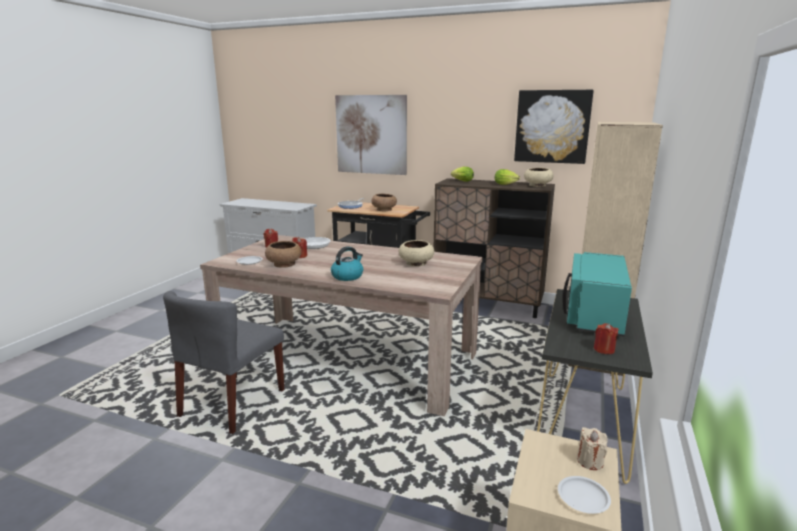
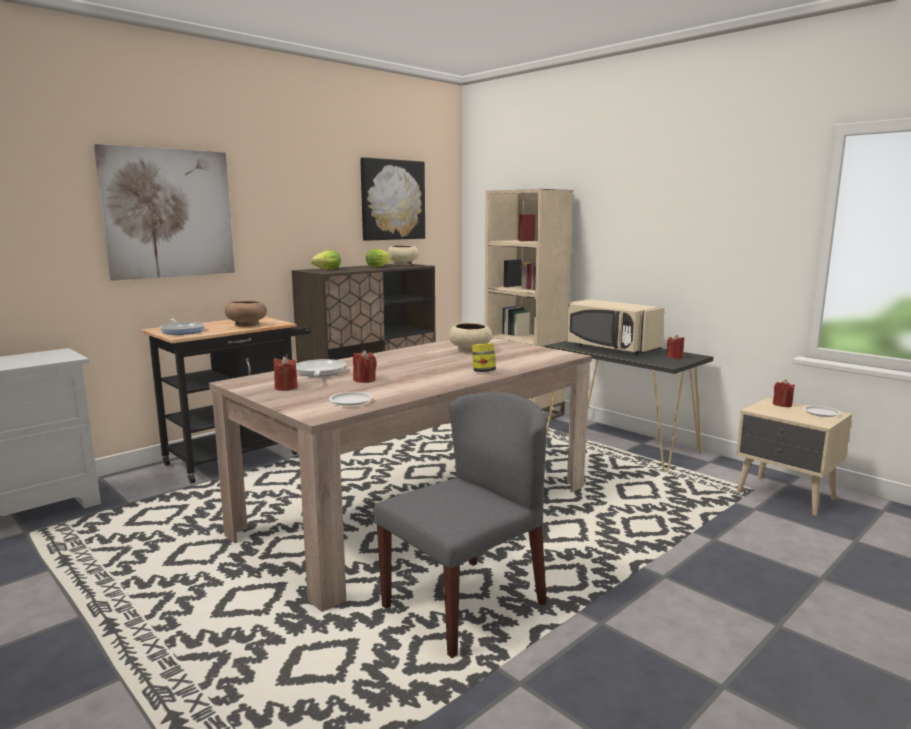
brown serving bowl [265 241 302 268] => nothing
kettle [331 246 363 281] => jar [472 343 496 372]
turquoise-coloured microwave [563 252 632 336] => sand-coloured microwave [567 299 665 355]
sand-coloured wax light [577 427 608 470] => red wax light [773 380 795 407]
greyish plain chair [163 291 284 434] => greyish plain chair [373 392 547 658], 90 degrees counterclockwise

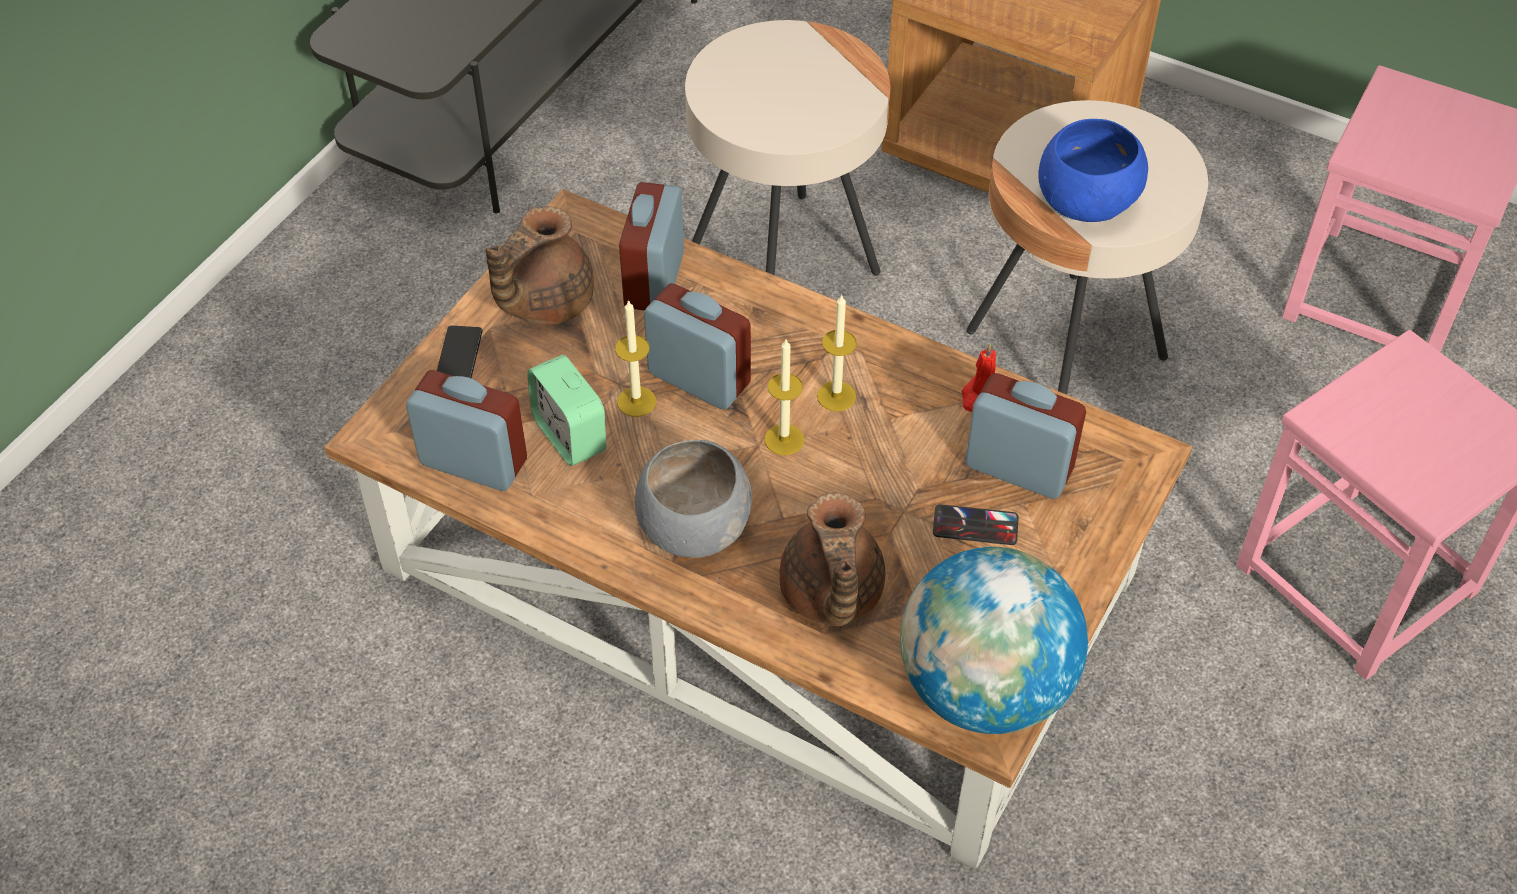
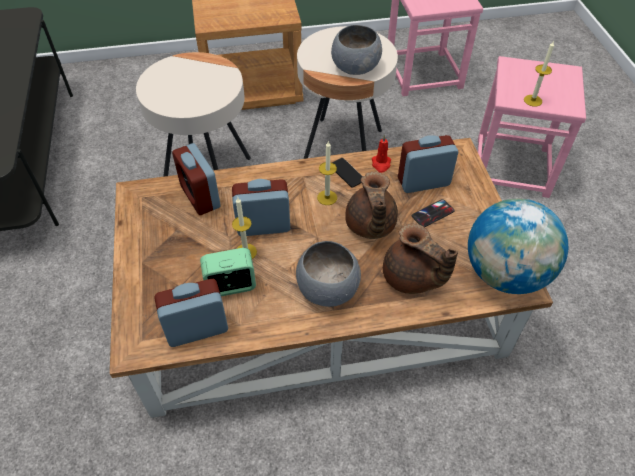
telephone [437 325 483 378] => telephone [332 158 362 188], shifted
brown teapot [486 206 594 325] => brown teapot [345 172 398 239], shifted
wax light [764 339 804 455] => wax light [524 40 554 107], shifted
blue serving bowl [1038 119 1148 222] => greyish serving bowl [331 25 382 75]
alarm clock [527 355 606 466] => alarm clock [200 248 256 296], 150 degrees clockwise

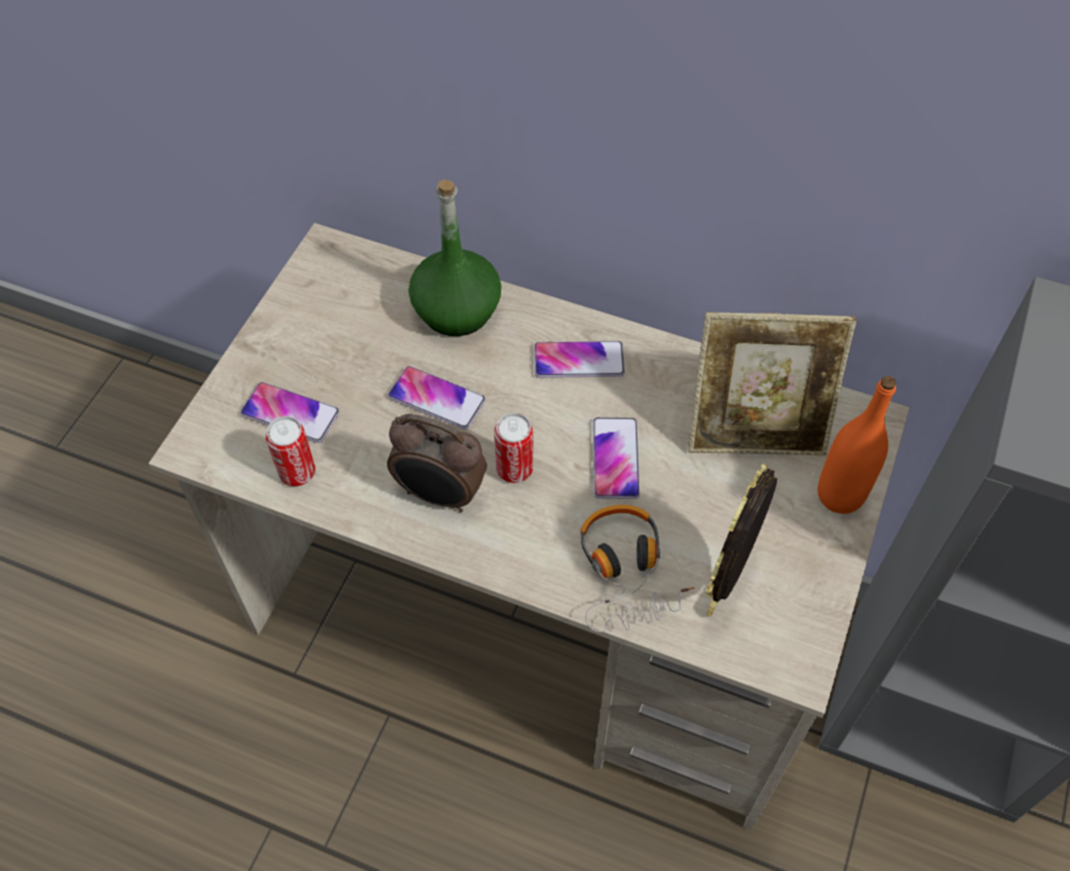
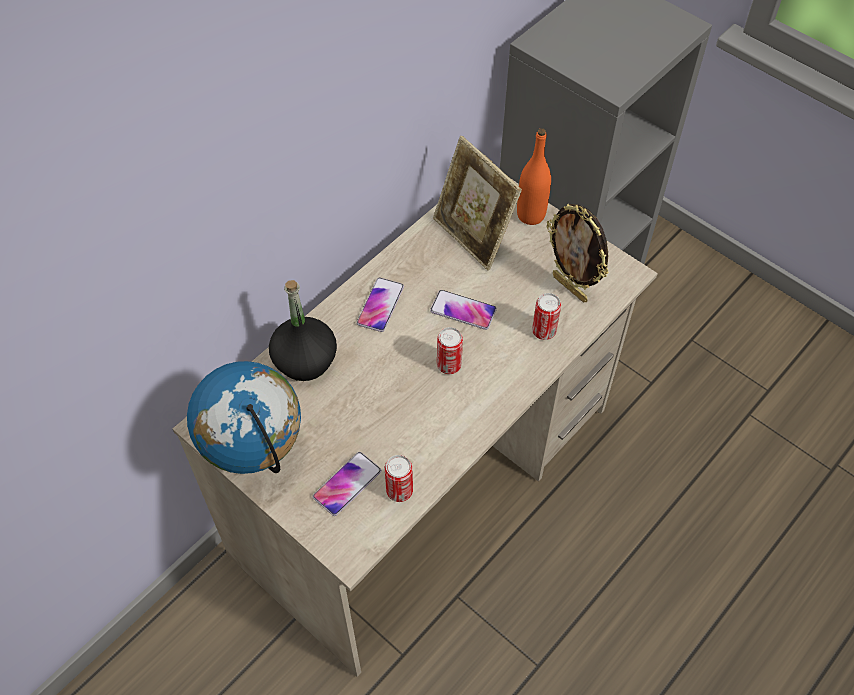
alarm clock [387 414 487 512] => nothing
telephone [388 366 486 429] => nothing
nothing => world globe [187 361 301 474]
pair of headphones [580 505 695 632] => can [532 293 561 340]
greenish beverage bottle [409 180 501 336] => black-coloured beverage bottle [269 280 337 381]
picture frame [688 312 856 456] => picture frame [433 136 522 271], 120 degrees clockwise

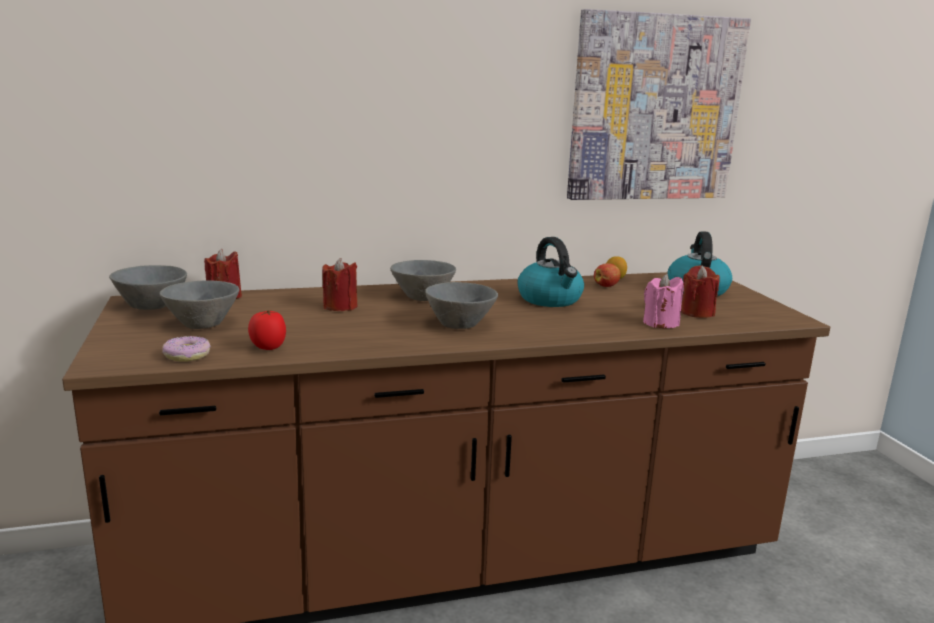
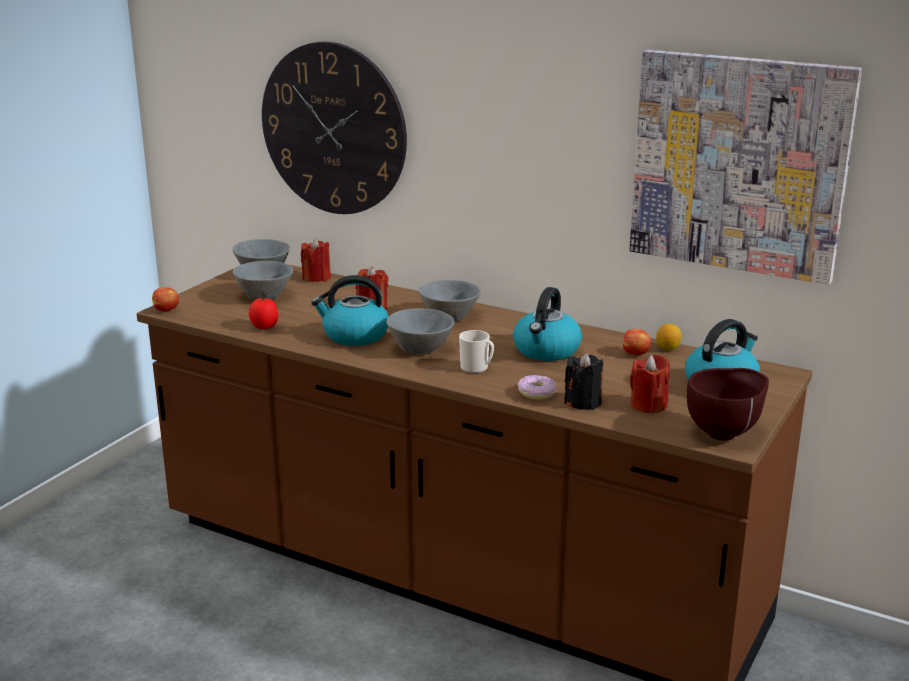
nothing => apple [152 287 179 311]
nothing => wall clock [262 42 407 214]
nothing => kettle [311 275 389 346]
nothing => mug [459 330 494 374]
nothing => brown serving bowl [687 368 769 441]
donut [162 336 211 362] => donut [518 375 557 400], shifted
pink wax light [643 274 683 328] => black-coloured wax light [564 353 603 410]

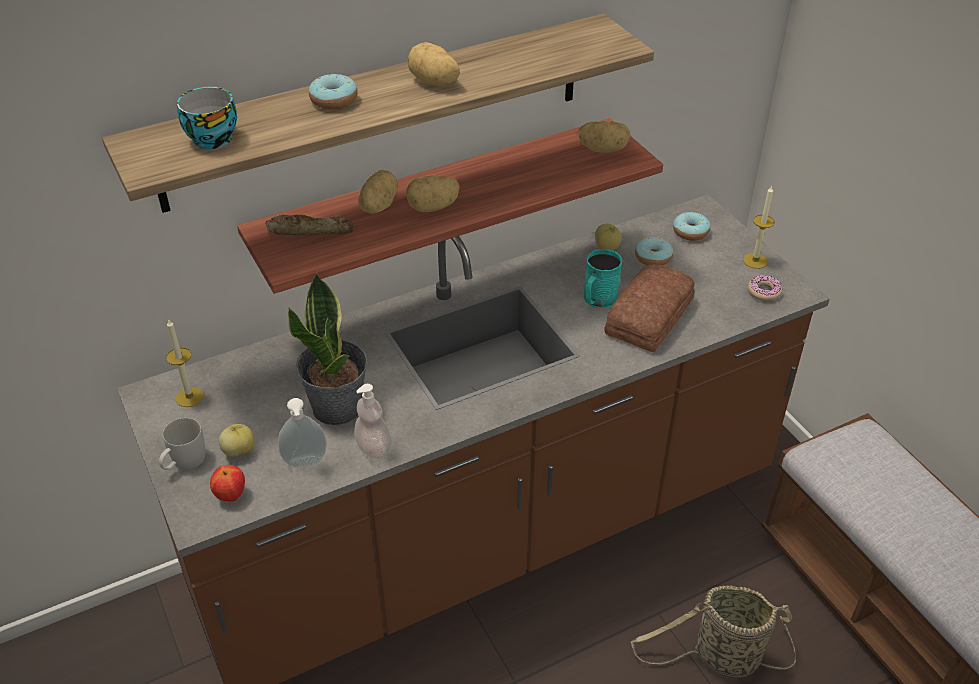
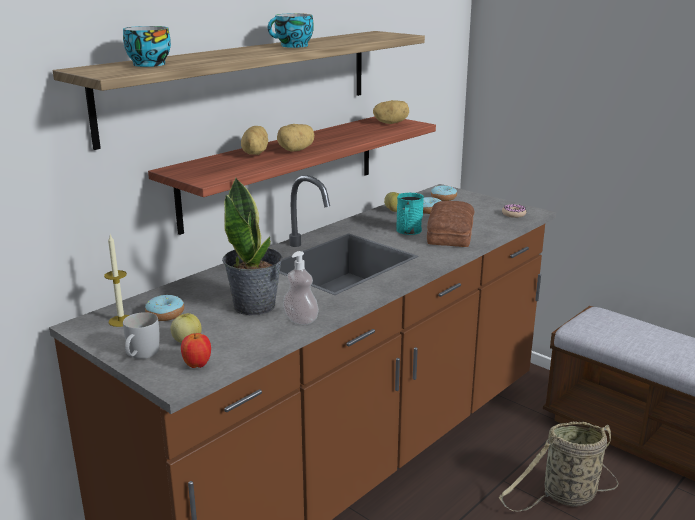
bread [265 214 354 235] => nothing
soap dispenser [278 398 327 467] => nothing
wax light [743 186 775 269] => nothing
donut [309 74 358 110] => donut [145 295 184 321], shifted
spud [407 42 460 86] => cup [268 13 314 48]

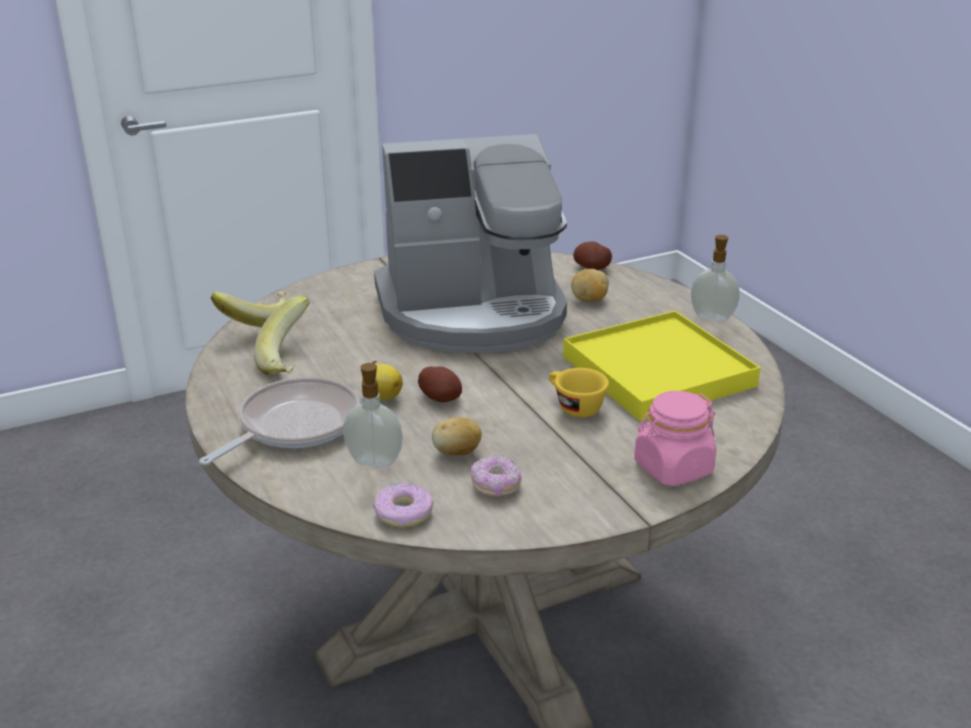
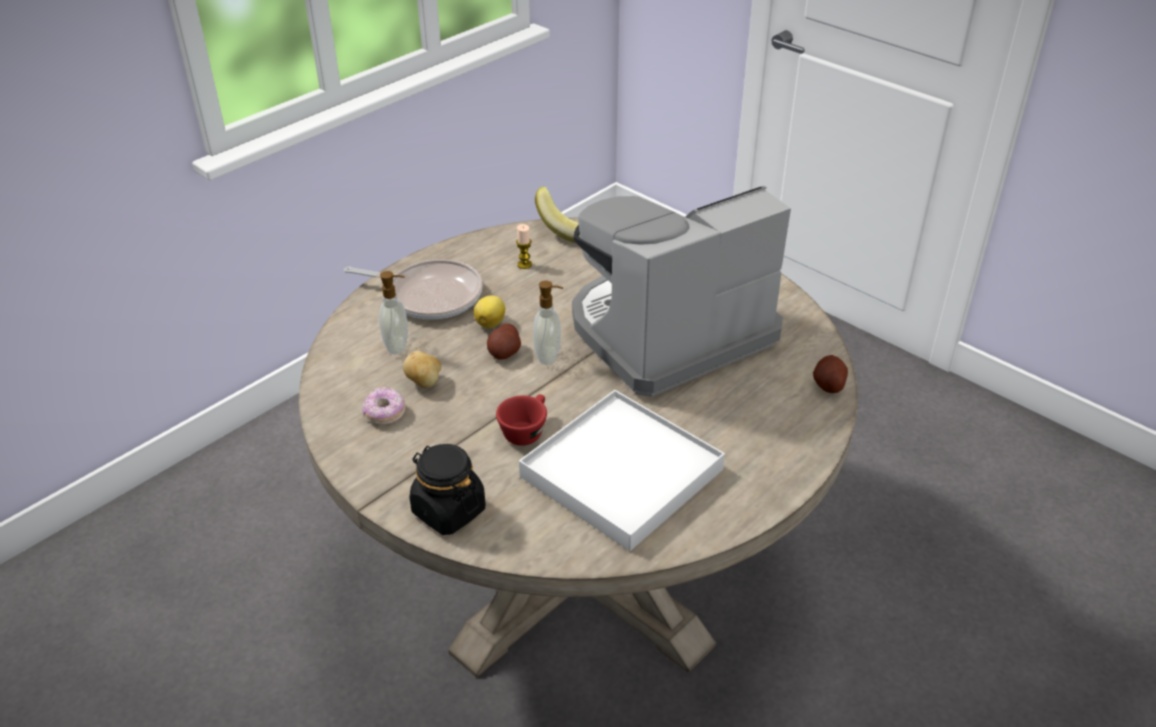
donut [373 483 434 527] => nothing
spud [571 269 609 302] => nothing
soap dispenser [691 235 740 322] => soap dispenser [533 281 563 365], shifted
banana [254 296 310 375] => wax light [516 224 532 269]
yellow cup [549 368 609 418] => red cup [496 394 547 446]
yellow serving tray [563 311 761 421] => whitish serving tray [519 390 725 551]
pink jar [634 391 716 486] => black-coloured jar [410 444 486 535]
coffee machine [374 134 567 353] => coffee machine [572 186 791 397], 90 degrees clockwise

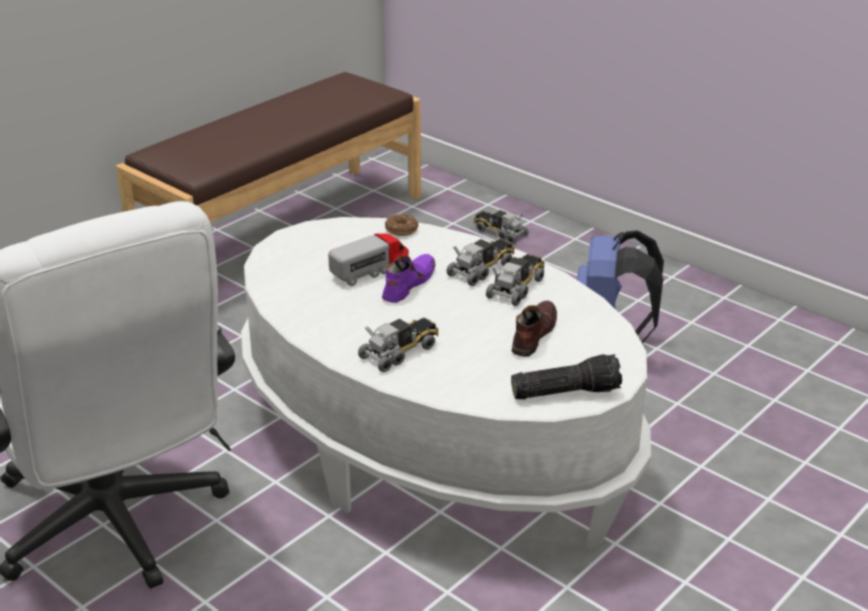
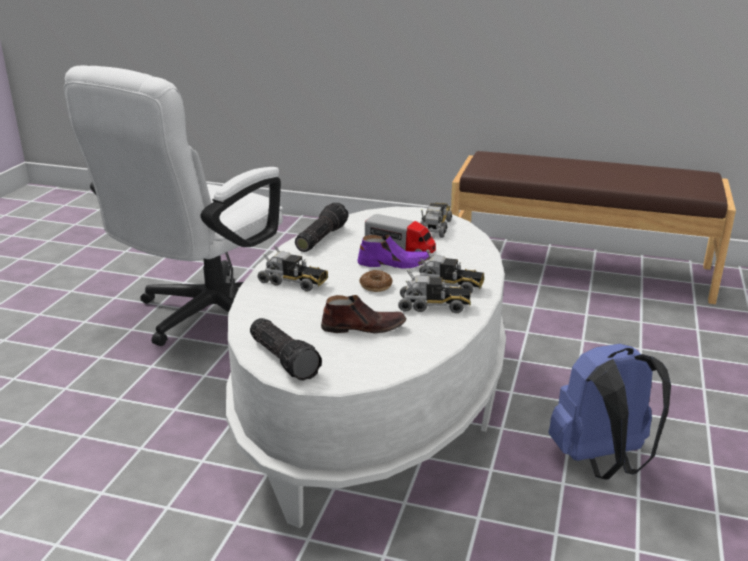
nothing => torch [295 203 349 252]
donut [385 214 418 236] => donut [359 270 393 292], shifted
toy truck [474 210 529 244] => toy truck [420 203 452 238], shifted

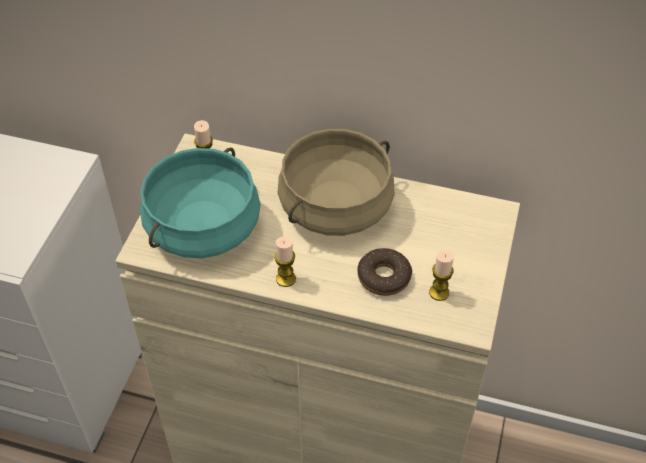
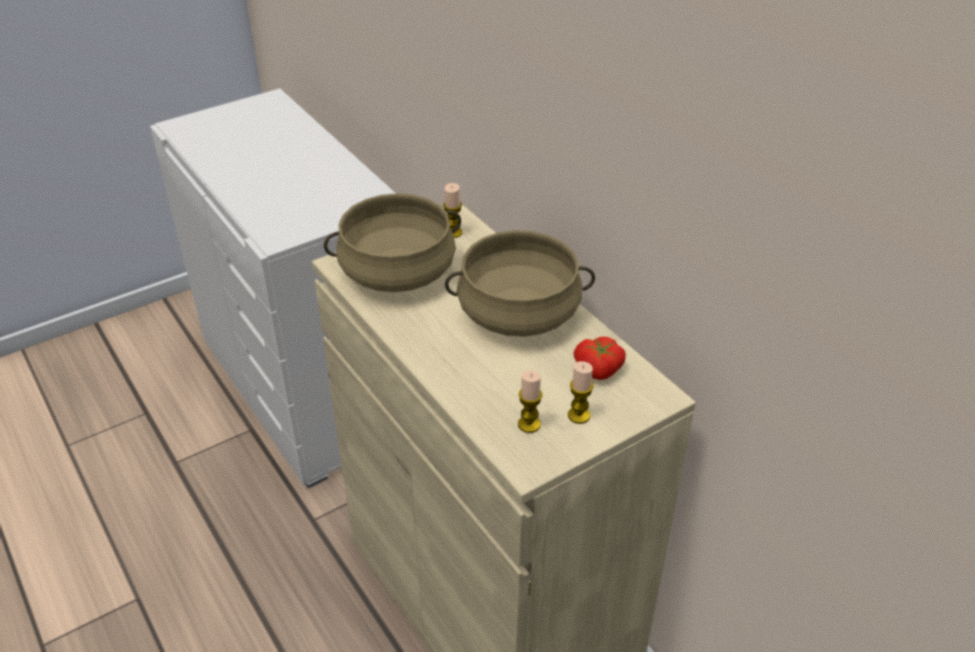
donut [357 248 412 296] => nothing
nothing => fresh tomato [573 337 626 380]
wax light [274 237 296 287] => wax light [568 361 593 424], shifted
turquoise-coloured cooking pot [140 148 261 258] => sand-coloured cooking pot [324 193 461 292]

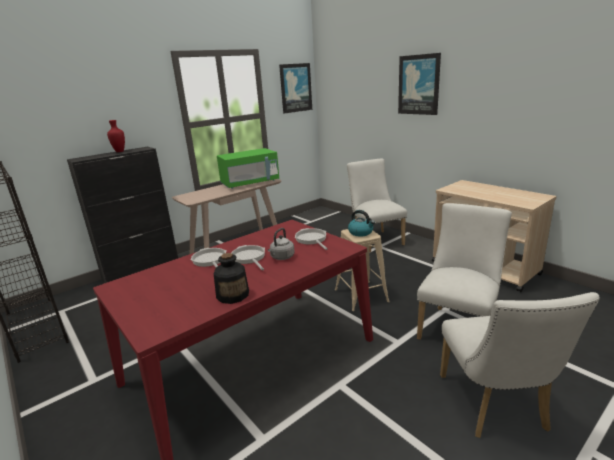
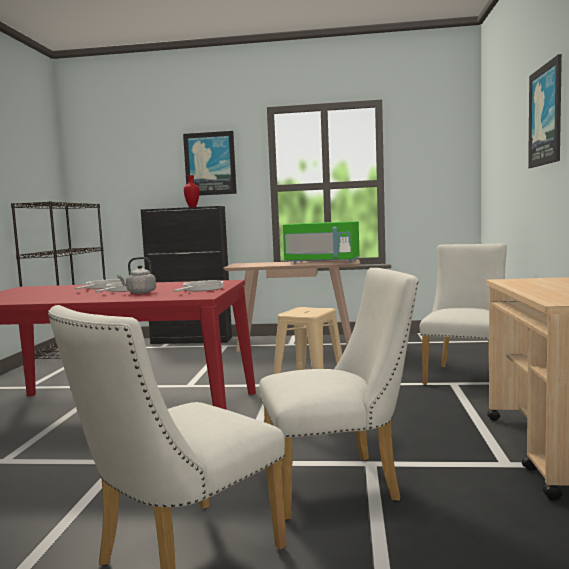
beverage bottle [214 253 249 304] => nothing
kettle [348 210 375 237] => nothing
picture [279 63 312 114] => picture [183 131 237 195], shifted

